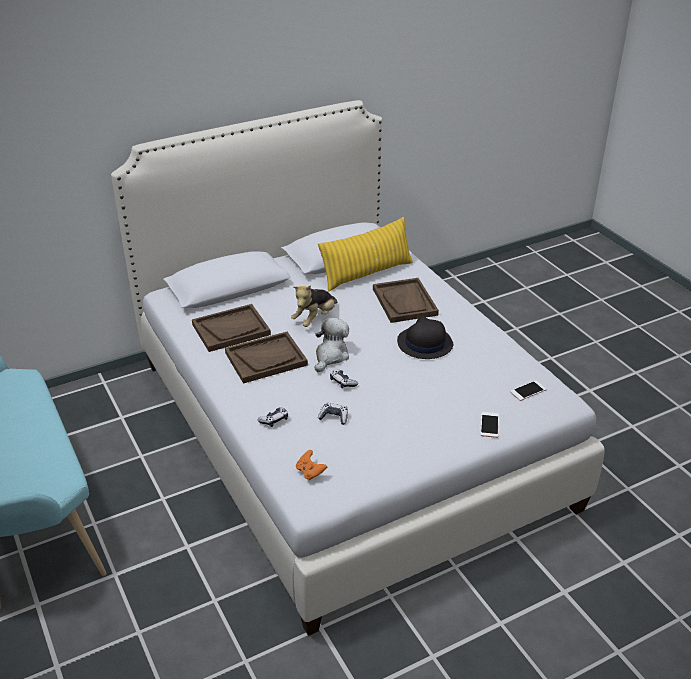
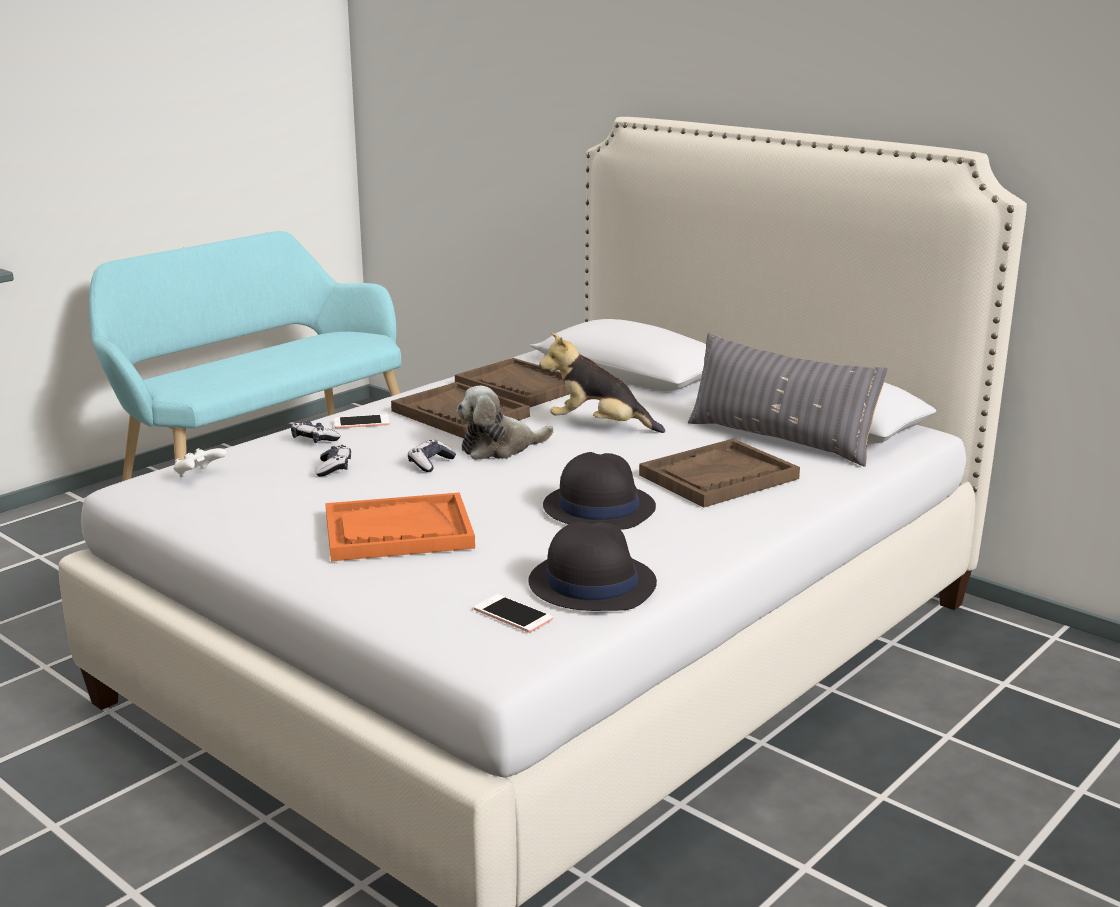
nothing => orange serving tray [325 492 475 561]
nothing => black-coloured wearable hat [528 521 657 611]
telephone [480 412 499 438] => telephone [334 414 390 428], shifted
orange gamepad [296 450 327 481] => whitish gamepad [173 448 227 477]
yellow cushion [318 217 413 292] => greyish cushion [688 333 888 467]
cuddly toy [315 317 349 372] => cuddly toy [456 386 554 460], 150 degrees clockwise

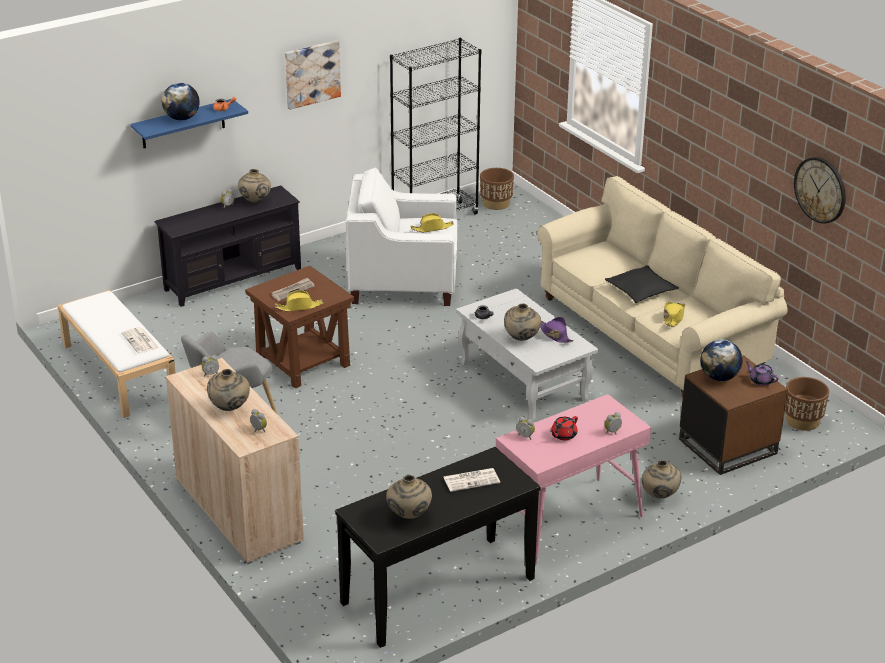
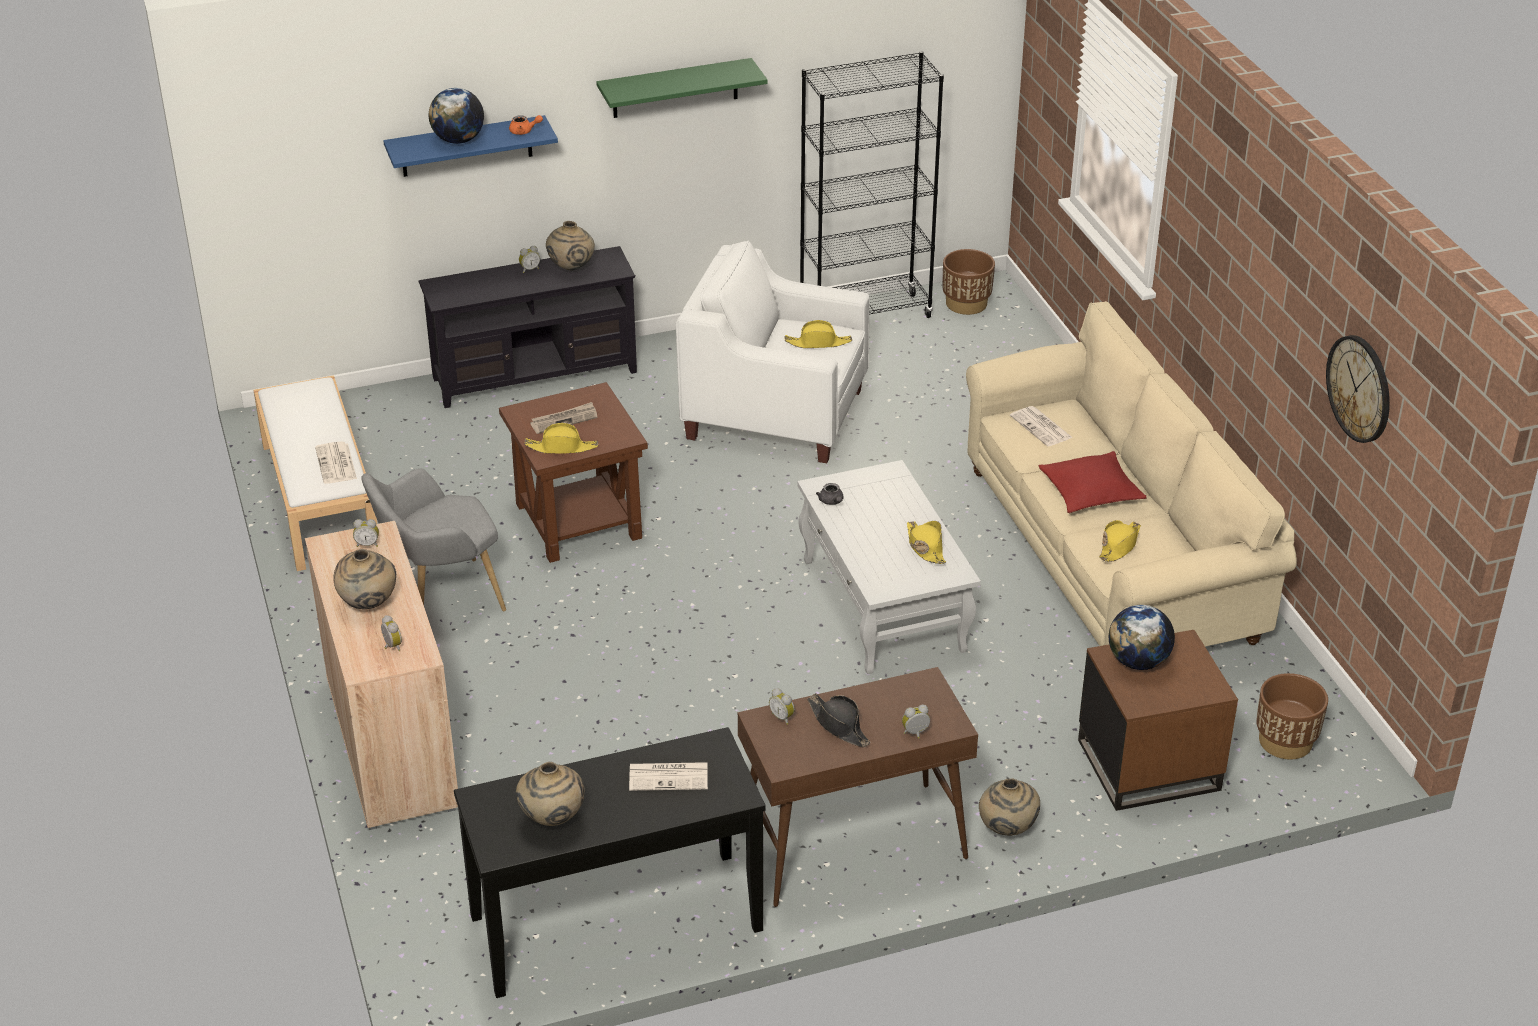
sand-coloured decorative vase [504 304 541 341] => nothing
purplish teapot [745 361 779 386] => nothing
nothing => newspaper [1010 406 1073 446]
picture [285 40 341 110] => greenish shelf [597 58 768 118]
red teapot [550 416 578 440] => black-coloured wearable hat [807 693 871 747]
pink hall table [496 394 651 564] => brown hall table [738 667 978 907]
purplish wearable hat [540 317 574 343] => yellow wearable hat [907 521 946 564]
black-coloured cushion [605 265 679 303] => red cushion [1038 451 1146 513]

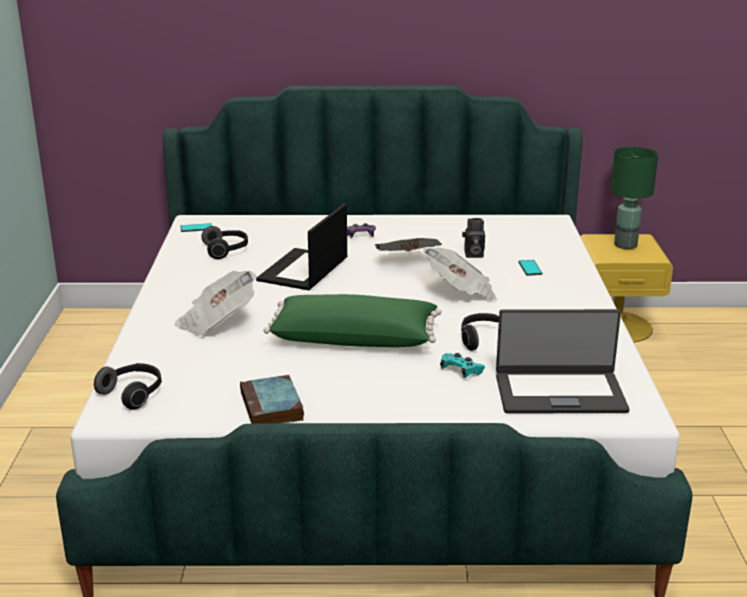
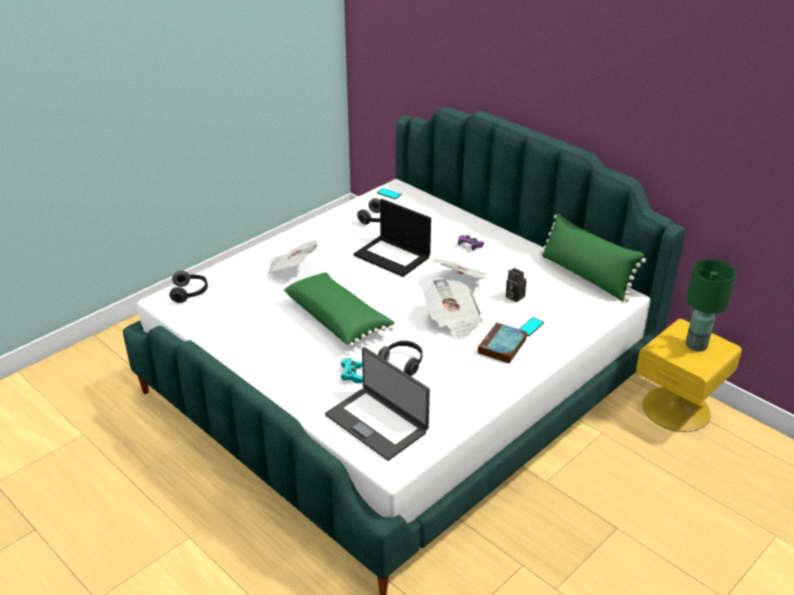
nothing => greenish cushion [540 213 646 302]
bound book [240 375 304 424] => bound book [478 322 527 364], shifted
laptop [256 204 347 290] => laptop [353 199 431 277], 120 degrees counterclockwise

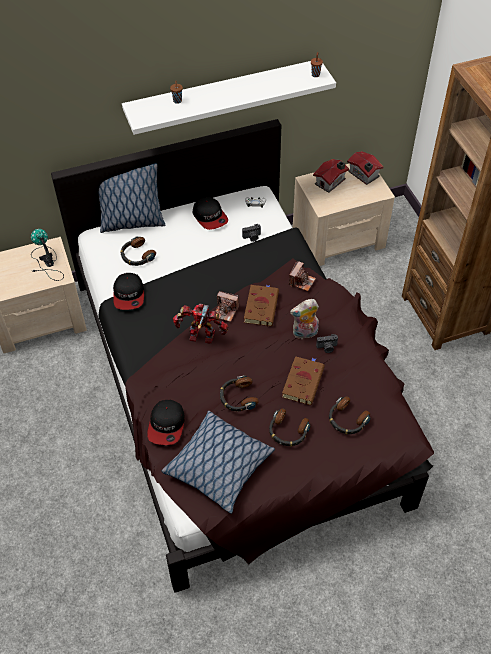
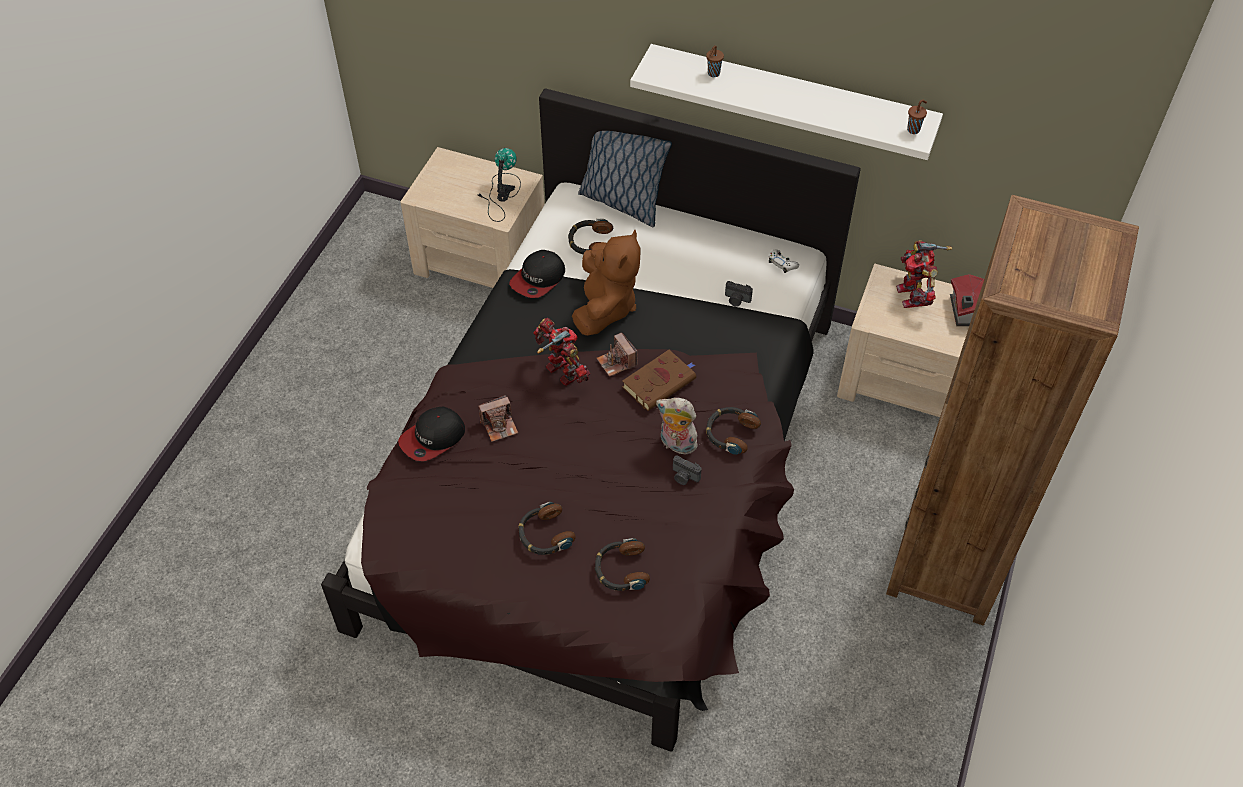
cushion [162 411 275 514] => nothing
baseball cap [193 197 228 230] => nothing
brown bound book [282 356 325 405] => nothing
nothing => brown cuddly toy [572 230 640 336]
pair of headphones [220 376 259 411] => pair of headphones [706 407 761 455], shifted
photo camera [289 261 316 291] => photo camera [478 395 518 442], shifted
model house [313 159 349 193] => toy robot [896 240 952 308]

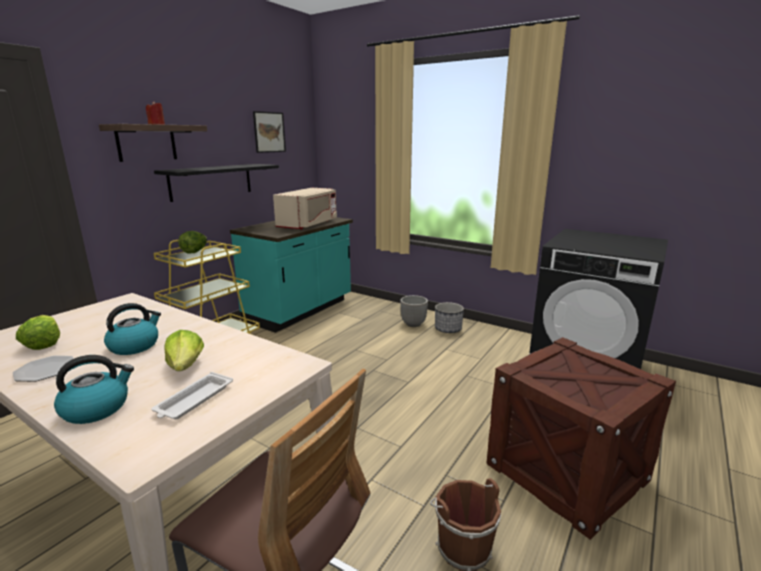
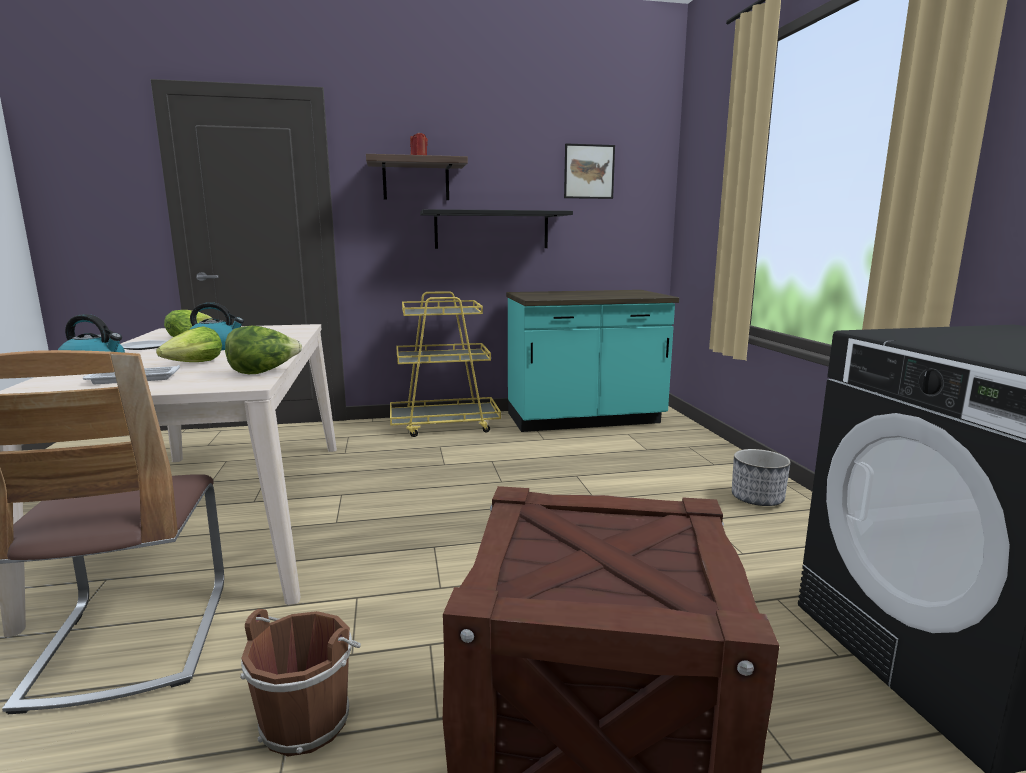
sand-coloured microwave [273 188 337 230] => nothing
plant pot [400 295 428 327] => nothing
lettuce head [178 231 207 253] => lettuce head [225 326 302 374], shifted

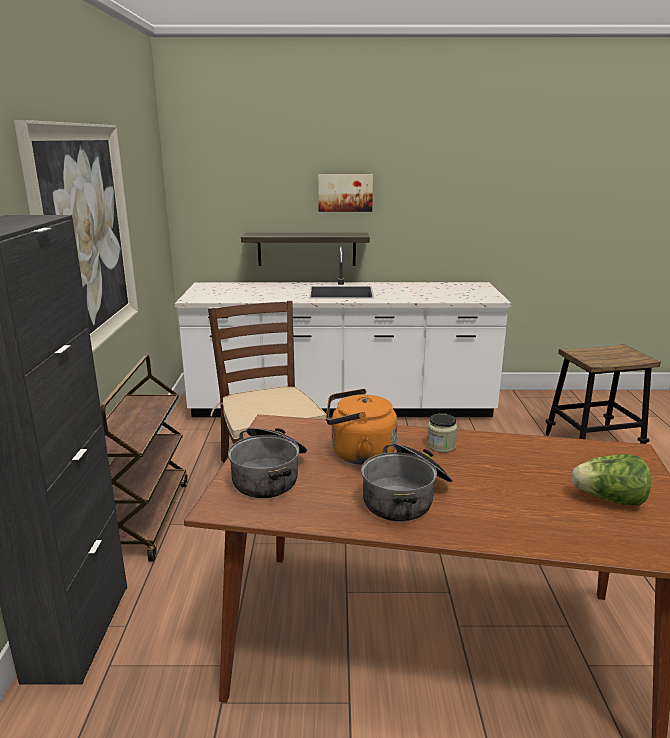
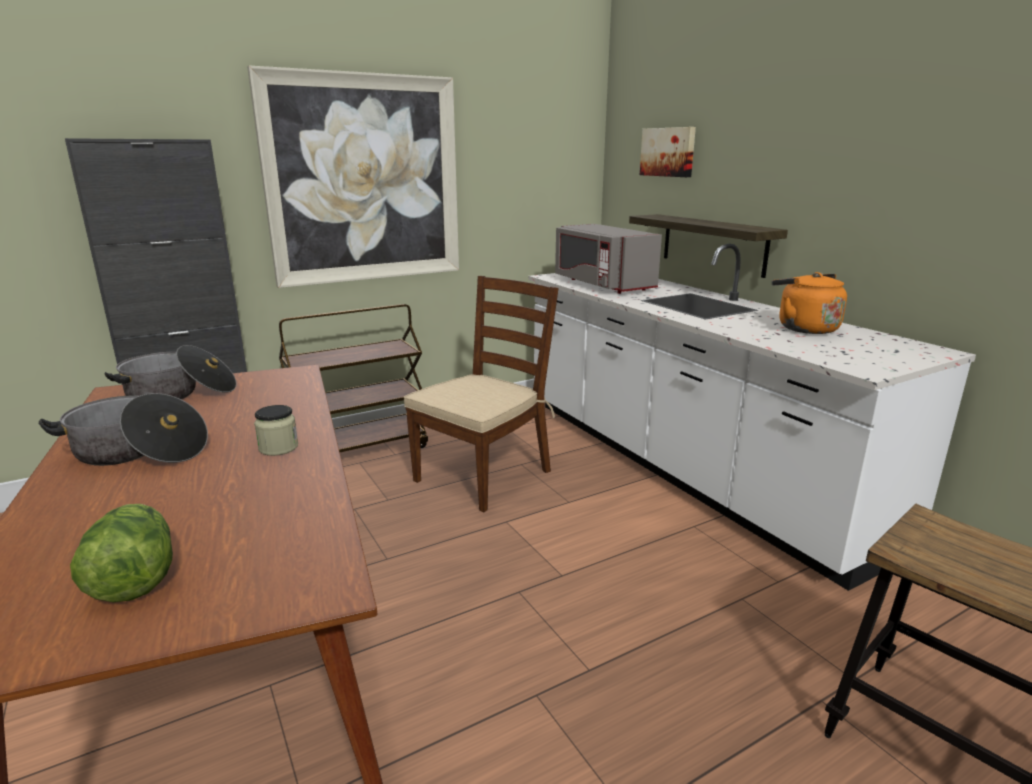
nothing => greyish microwave [555 224 662 294]
picture [318 175 373 212] => picture [640 127 696 177], shifted
orange kettle [326 389 397 465] => orange kettle [772 272 847 334], shifted

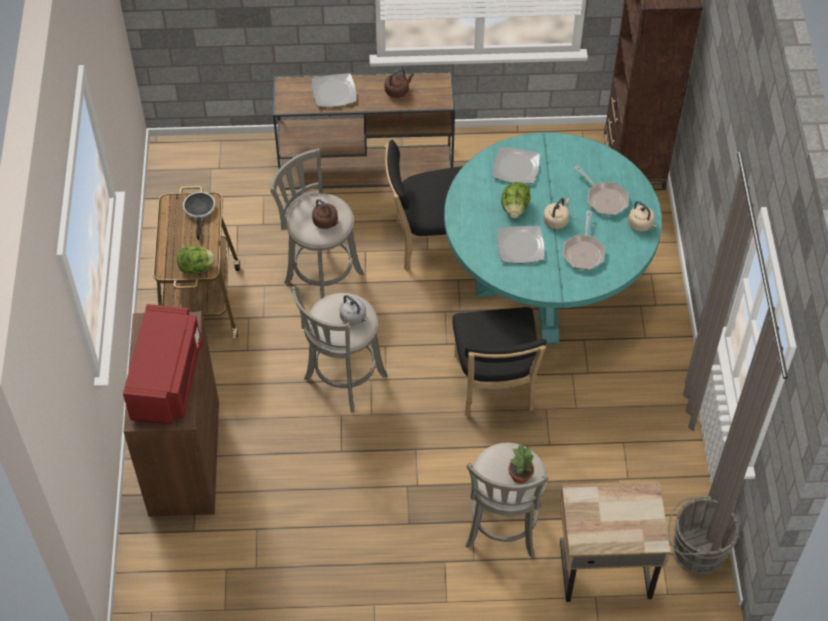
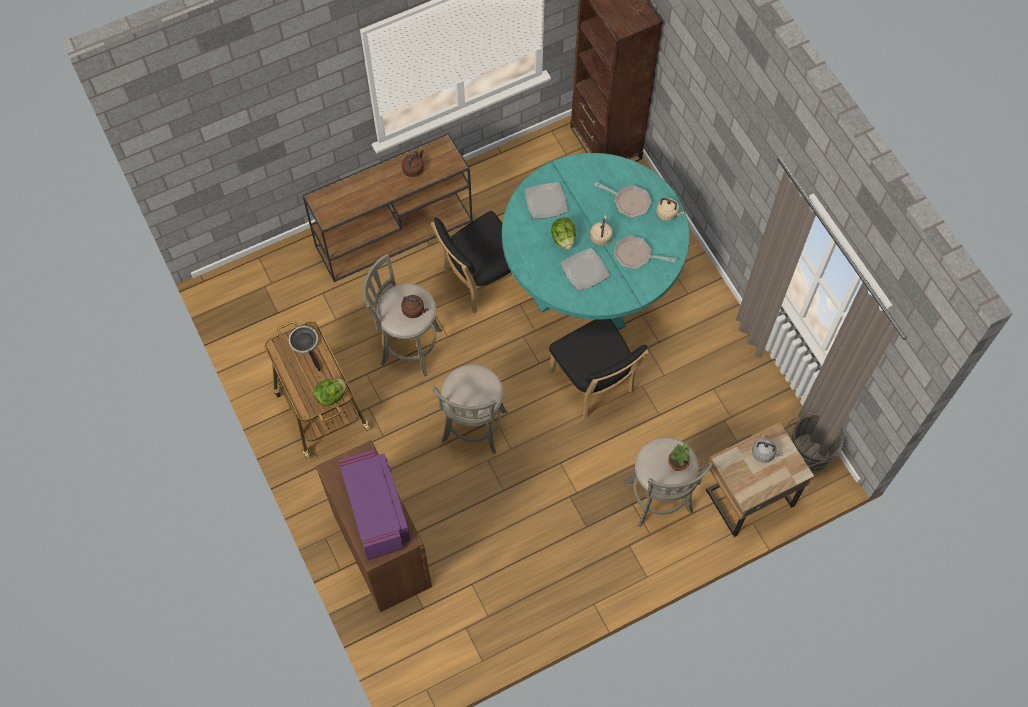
dinner plate [312 73 356 107] => nothing
greyish kettle [340 295 367 325] => greyish kettle [752 438 783 463], shifted
red microwave [123 304 203 424] => purplish microwave [338 450 411 560]
pan [562 210 605 270] => pan [614 236 675 269], 120 degrees clockwise

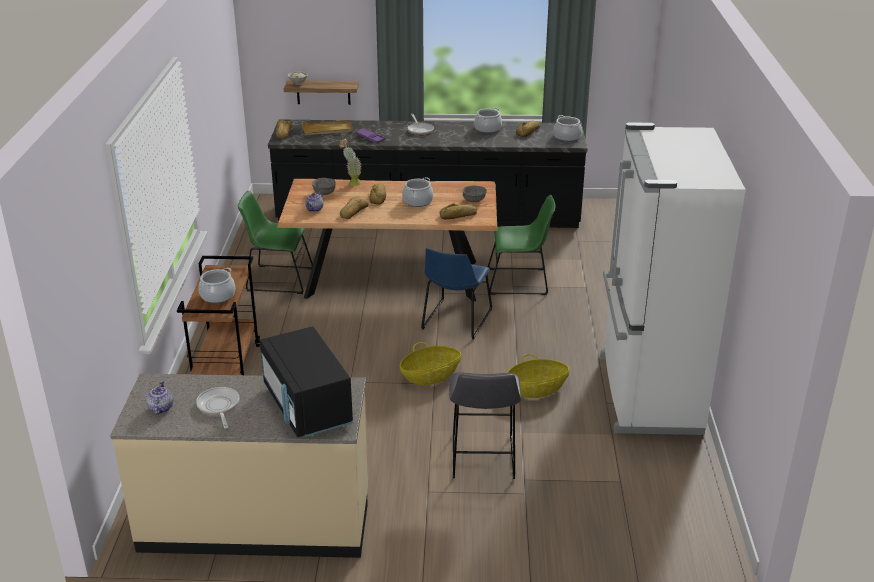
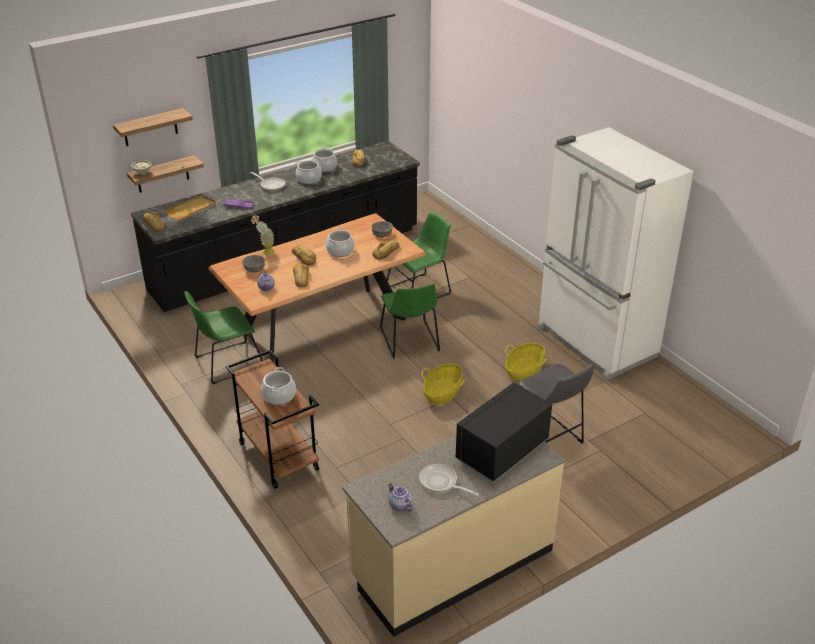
nothing => shelf [113 108 193 146]
cooking pot [553 115 582 142] => cooking pot [295 160 322 184], shifted
blue plain chair [421 248 492 340] => greenish plain chair [380 283 440 359]
black-coloured microwave [260 326 353 437] => black-coloured microwave [456 382 552 483], 105 degrees clockwise

